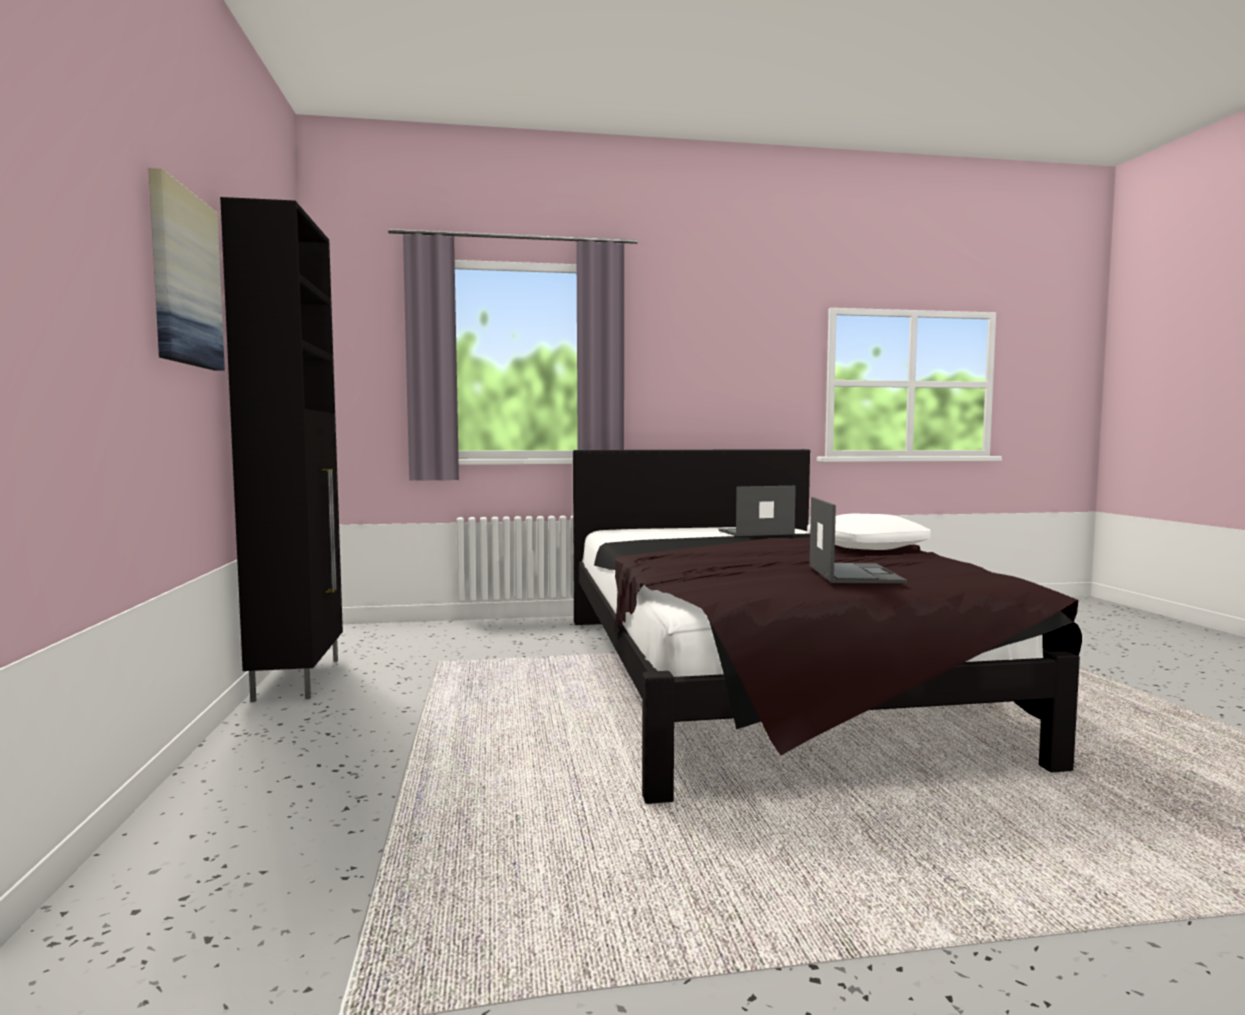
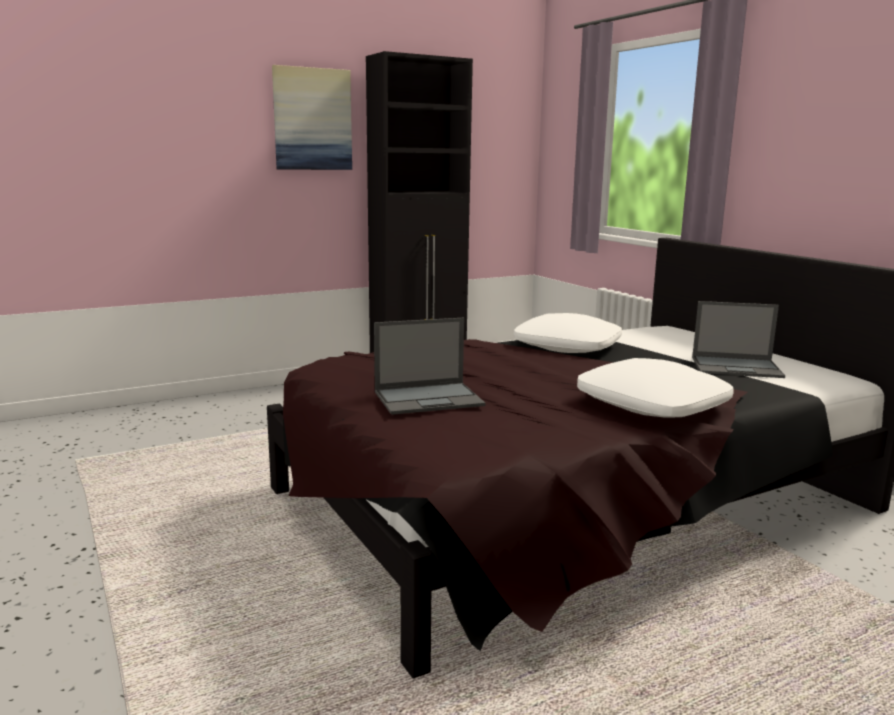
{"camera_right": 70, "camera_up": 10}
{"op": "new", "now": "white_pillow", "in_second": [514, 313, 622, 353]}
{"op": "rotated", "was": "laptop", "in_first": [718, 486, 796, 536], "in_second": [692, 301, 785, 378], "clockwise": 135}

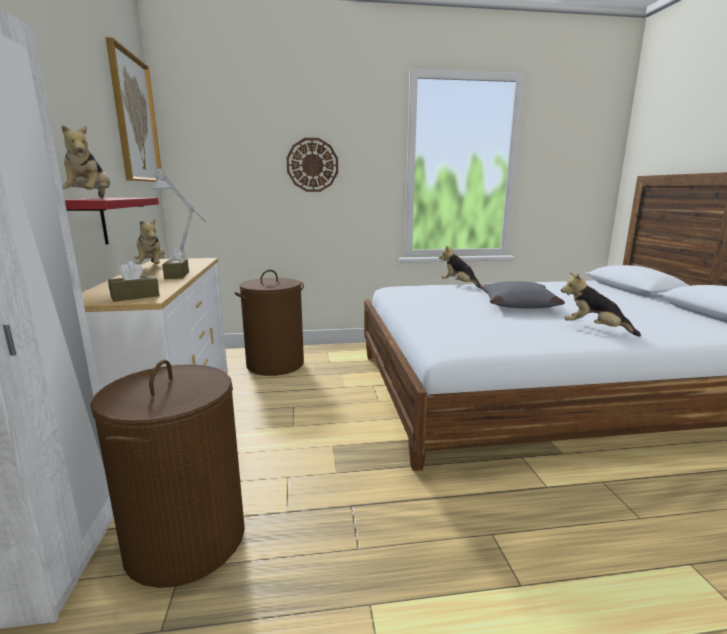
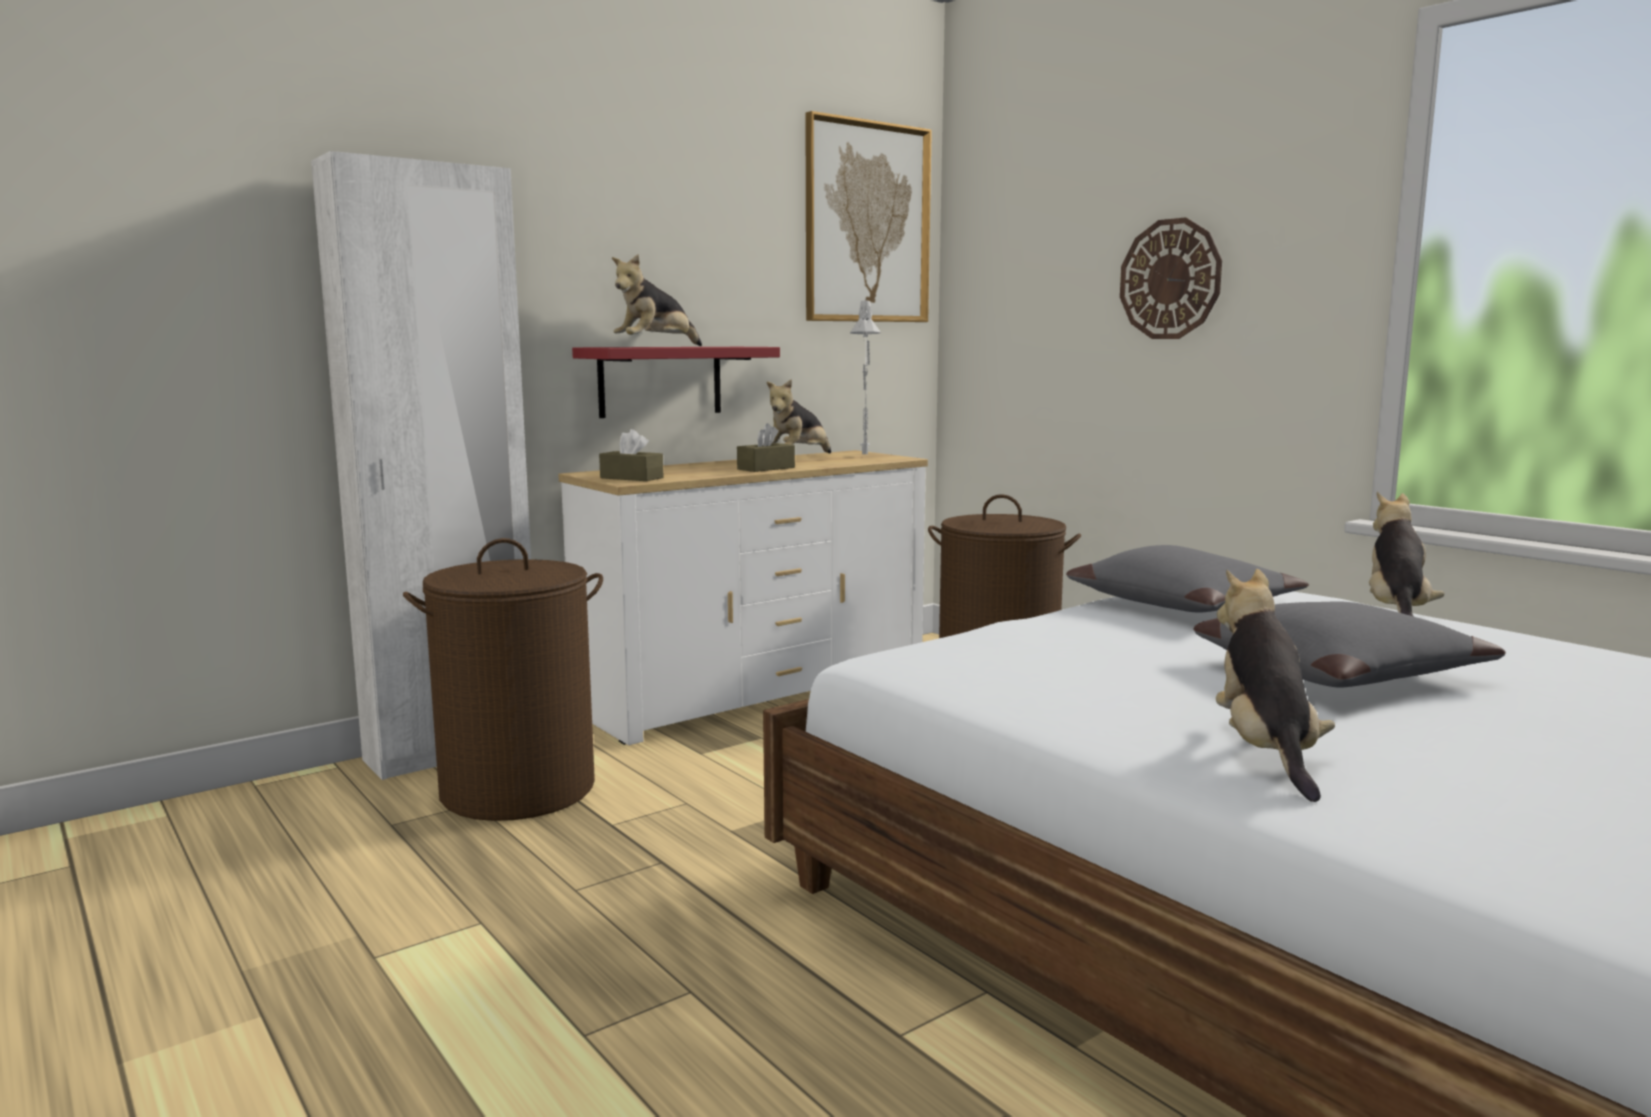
{"camera_right": 60, "camera_up": -5}
{"op": "new", "now": "grey_pillow", "in_second": [1066, 545, 1309, 613]}

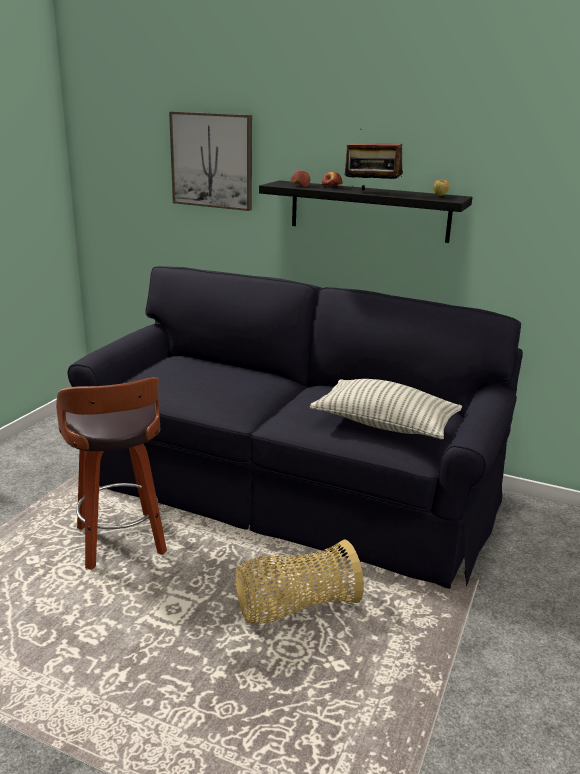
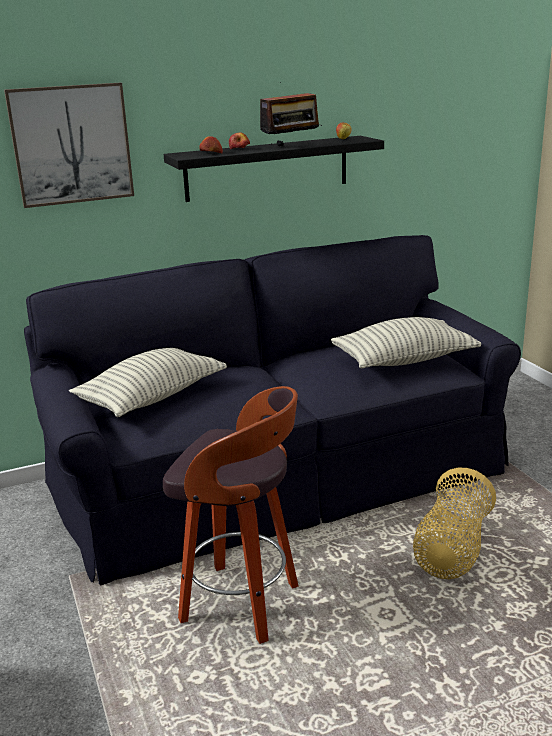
{"camera_right": -45, "camera_up": 0}
{"op": "new", "now": "pillow", "in_second": [69, 348, 227, 417]}

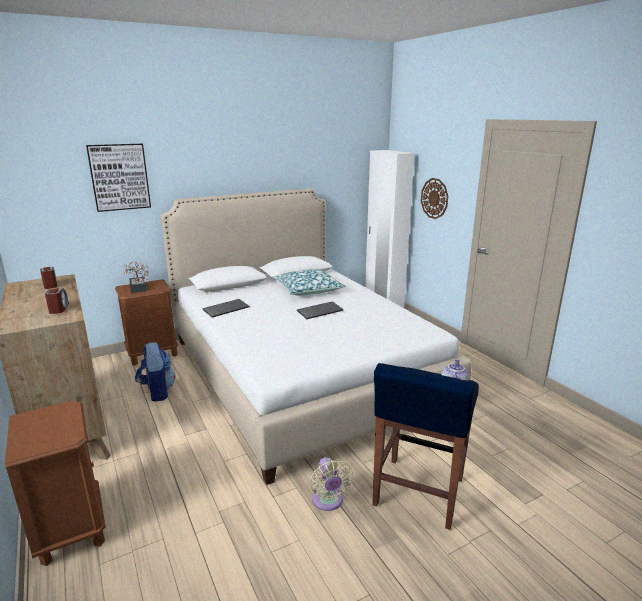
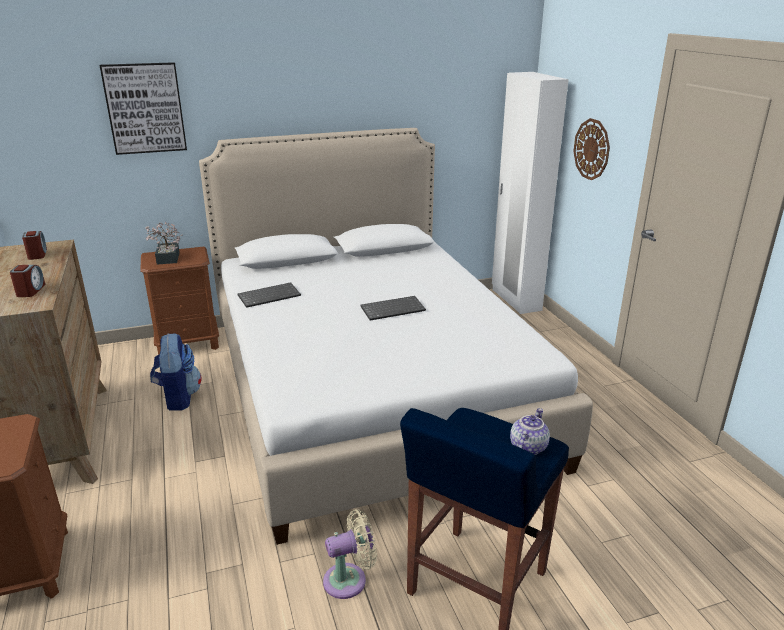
{"camera_right": 10, "camera_up": 5}
{"op": "gone", "was": "pillow", "in_first": [274, 269, 345, 296]}
{"op": "rotated", "was": "beige_fan", "in_first": [310, 457, 353, 511], "in_second": [323, 509, 377, 599], "clockwise": -105}

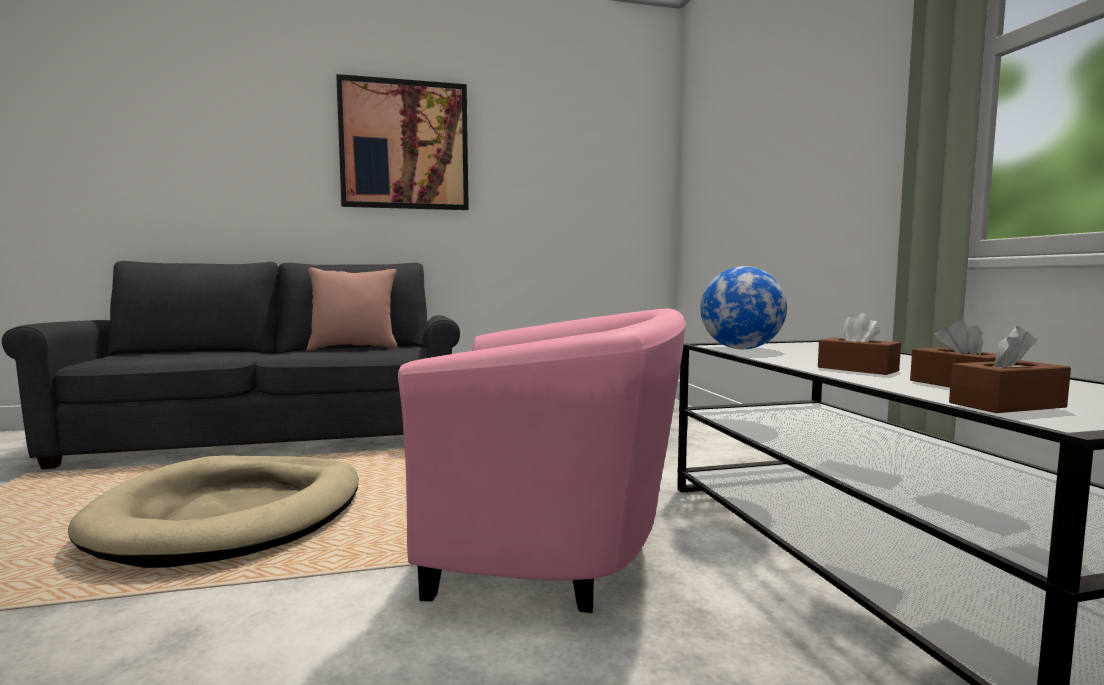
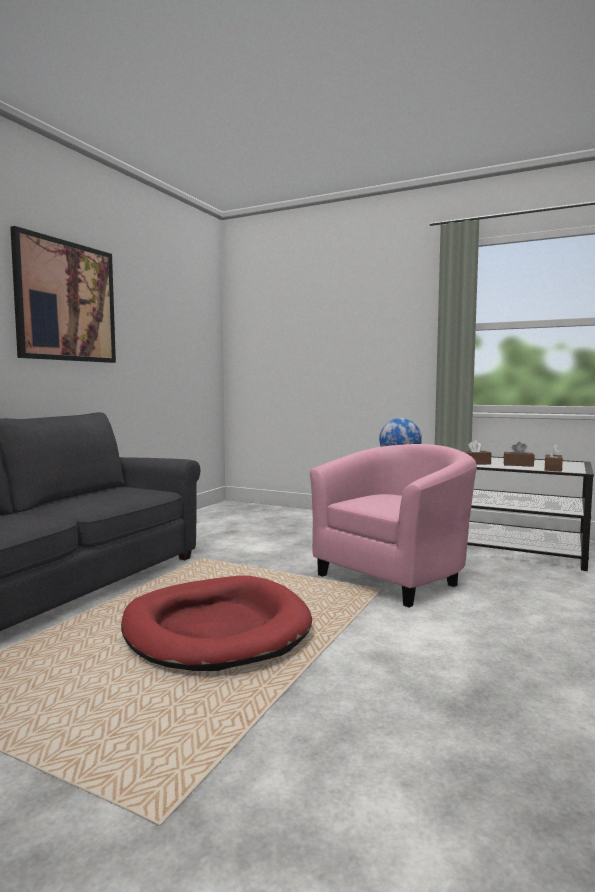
{"camera_right": -50, "camera_up": 0}
{"op": "gone", "was": "pink_pillow", "in_first": [307, 268, 397, 351]}
{"op": "repainted", "was": "beige_dog_bed", "now": "red_dog_bed", "in_first": [68, 456, 358, 568], "in_second": [121, 576, 312, 671]}

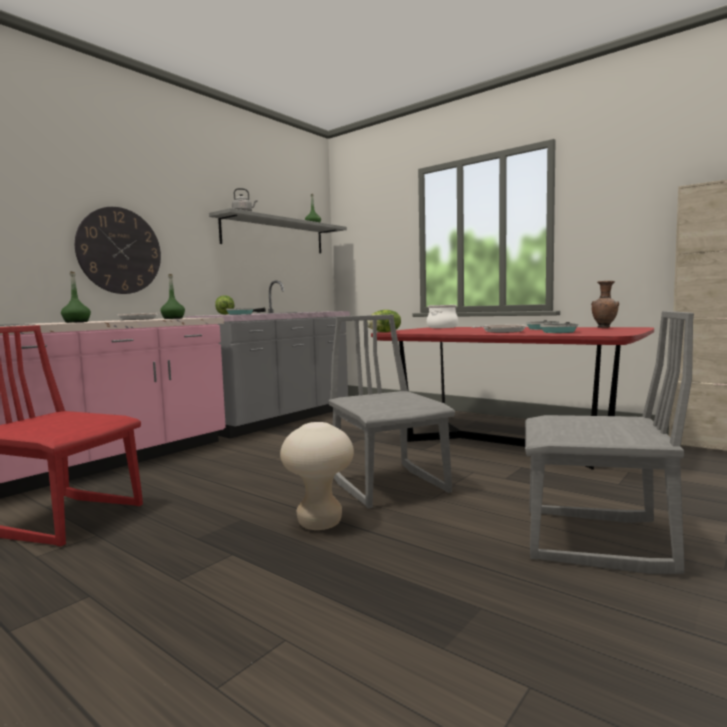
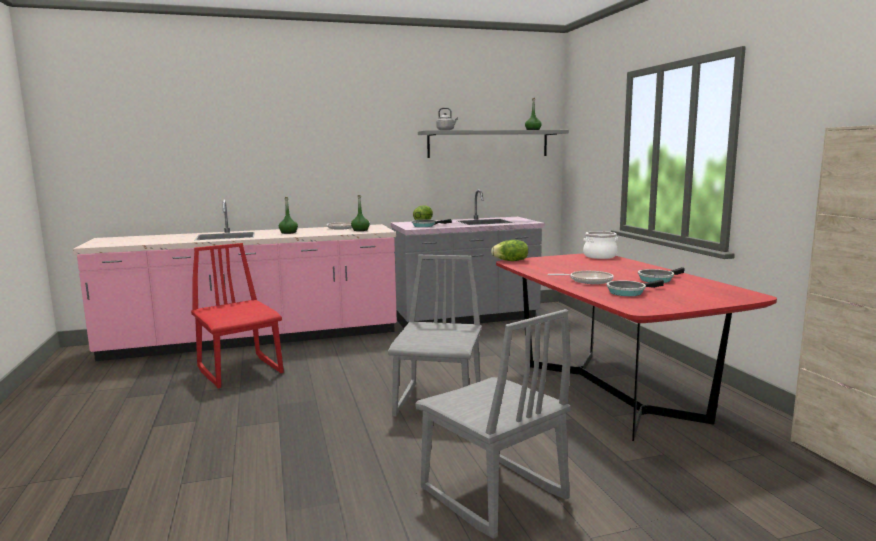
{"camera_right": 35, "camera_up": 5}
{"op": "gone", "was": "wall_clock", "in_first": [75, 207, 161, 294]}
{"op": "gone", "was": "beige_stool", "in_first": [280, 422, 354, 530]}
{"op": "gone", "was": "brown_vase", "in_first": [591, 281, 619, 328]}

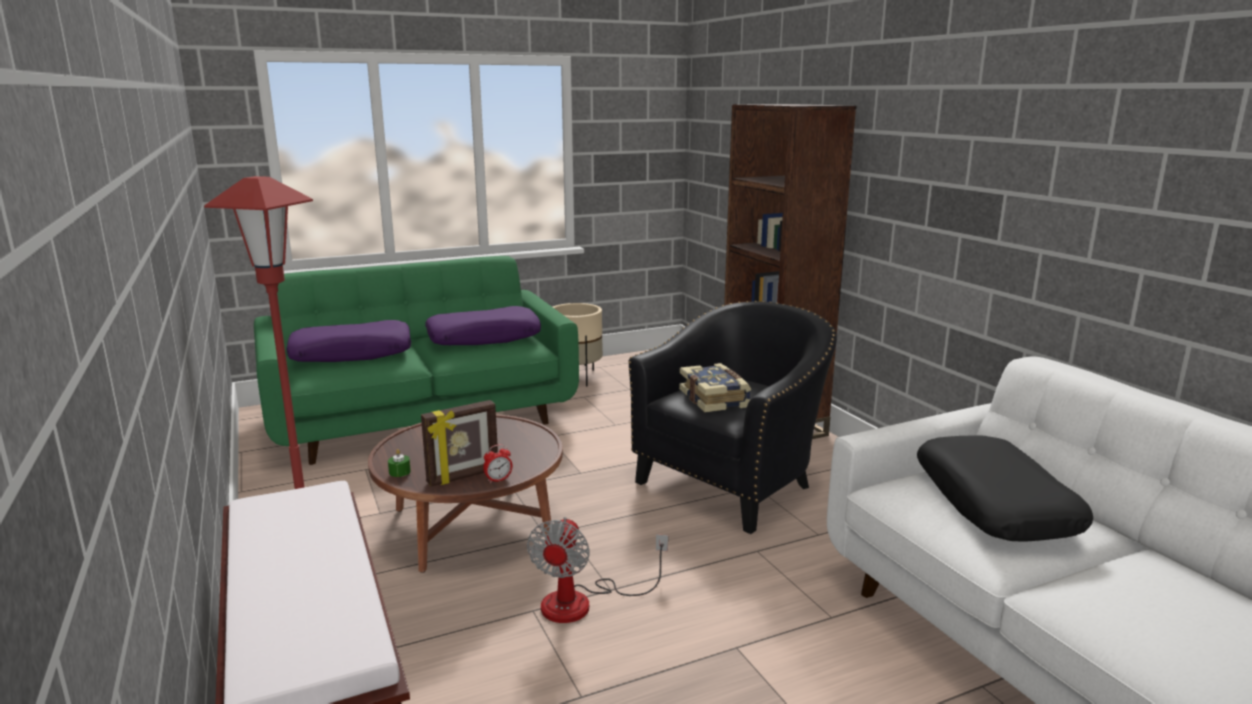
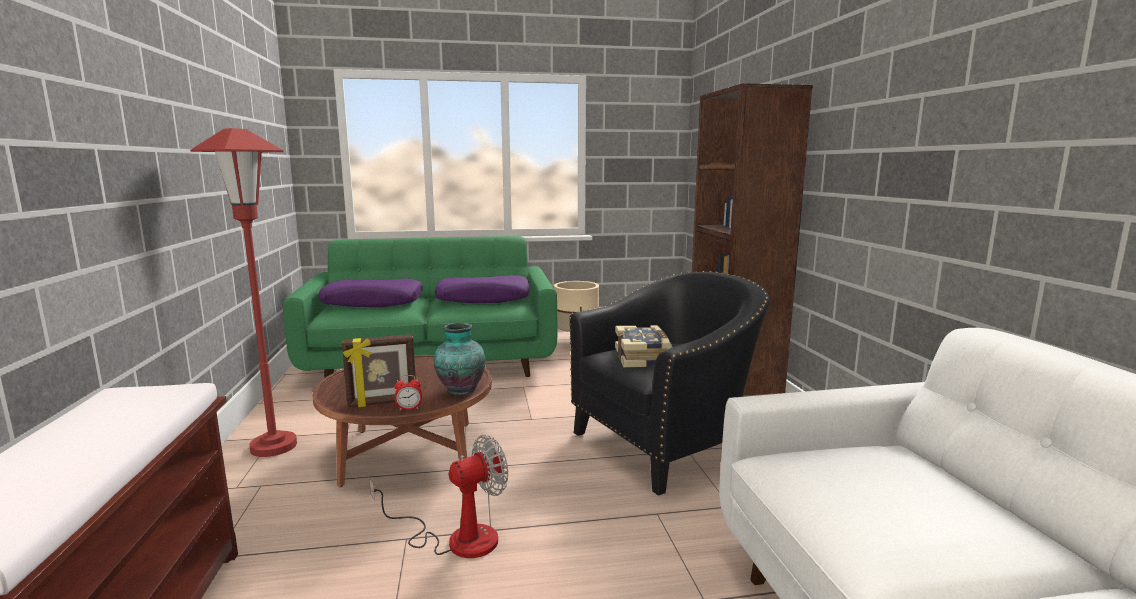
{"camera_right": 15, "camera_up": -5}
{"op": "gone", "was": "green_candle", "in_first": [388, 449, 411, 477]}
{"op": "gone", "was": "black_pillow", "in_first": [917, 435, 1093, 542]}
{"op": "new", "now": "vase", "in_second": [434, 323, 486, 395]}
{"op": "rotated", "was": "fan", "in_first": [527, 517, 668, 623], "in_second": [369, 435, 508, 558], "clockwise": -150}

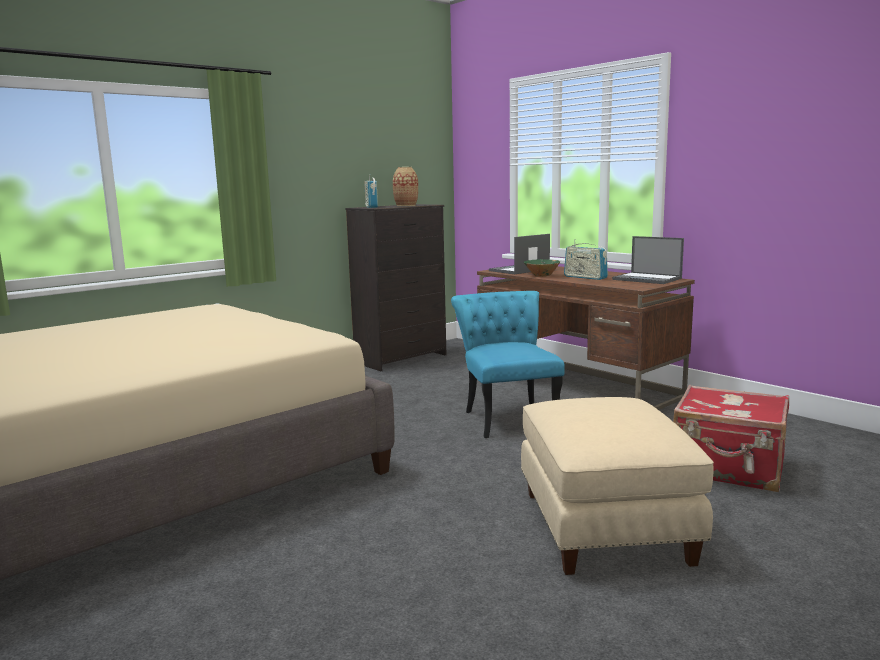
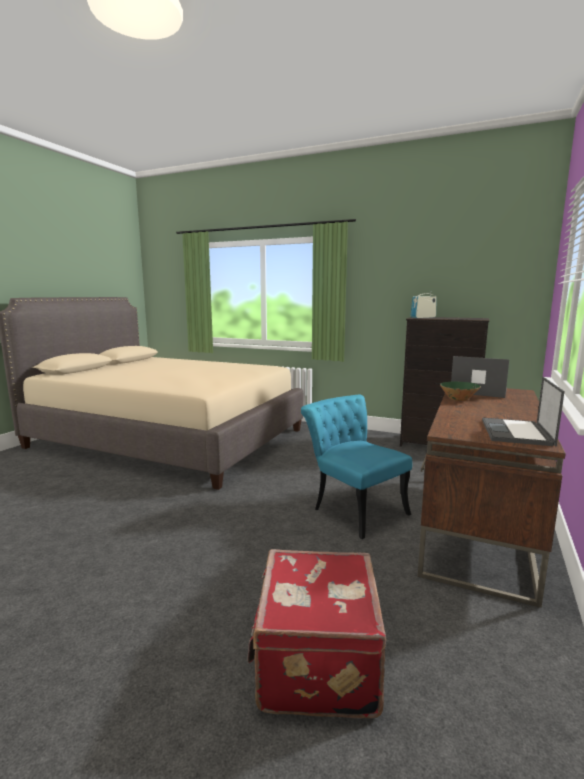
{"camera_right": 65, "camera_up": 0}
{"op": "gone", "was": "vase", "in_first": [393, 167, 418, 206]}
{"op": "gone", "was": "beige_ottoman", "in_first": [521, 397, 714, 575]}
{"op": "gone", "was": "radio", "in_first": [564, 239, 608, 280]}
{"op": "rotated", "was": "turquoise_chair", "in_first": [451, 291, 565, 438], "in_second": [301, 395, 412, 539], "clockwise": -90}

